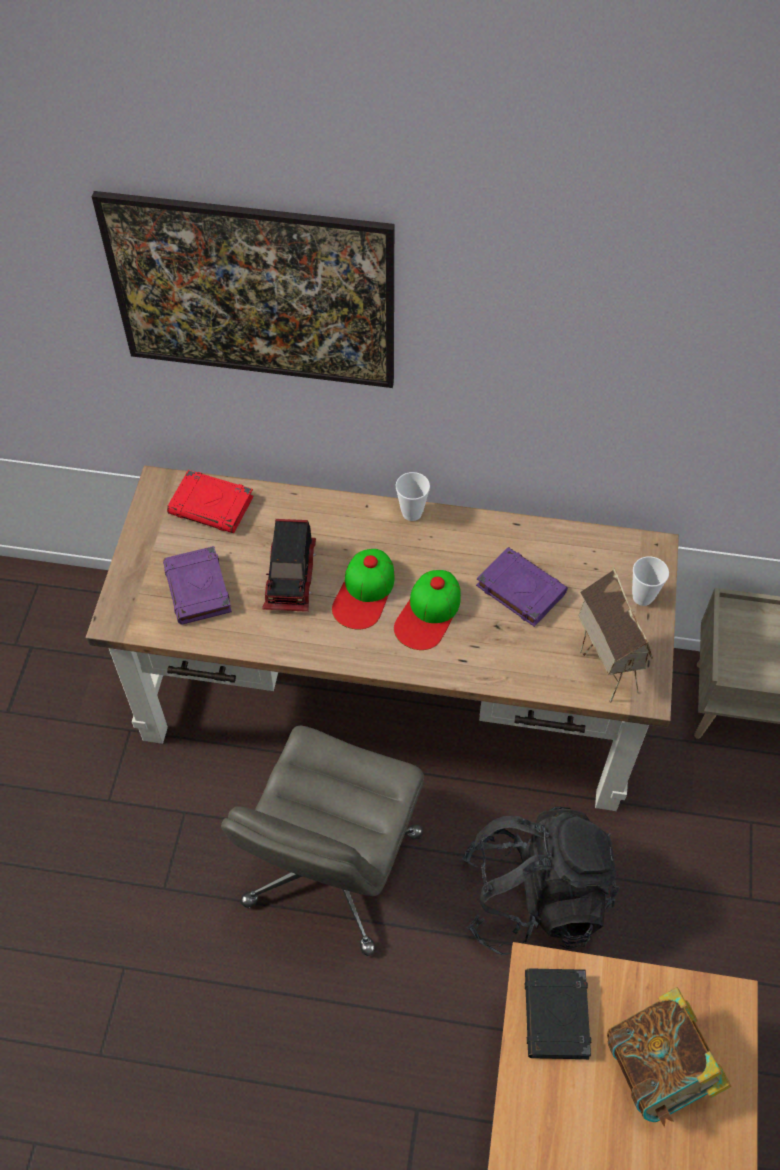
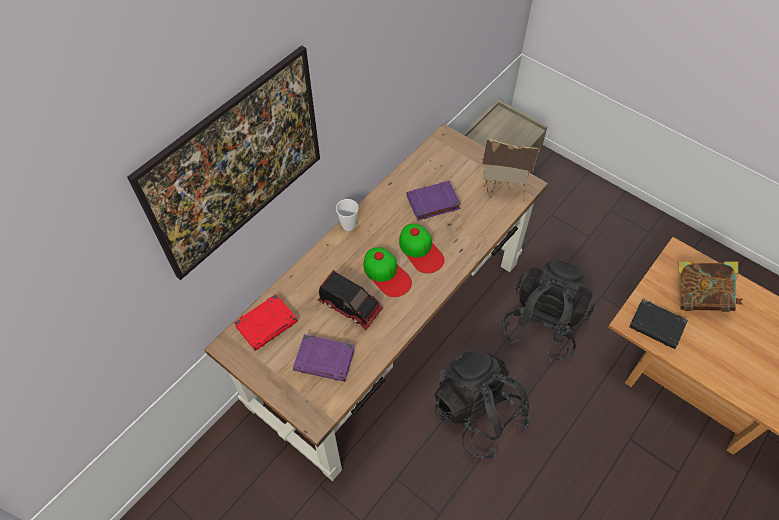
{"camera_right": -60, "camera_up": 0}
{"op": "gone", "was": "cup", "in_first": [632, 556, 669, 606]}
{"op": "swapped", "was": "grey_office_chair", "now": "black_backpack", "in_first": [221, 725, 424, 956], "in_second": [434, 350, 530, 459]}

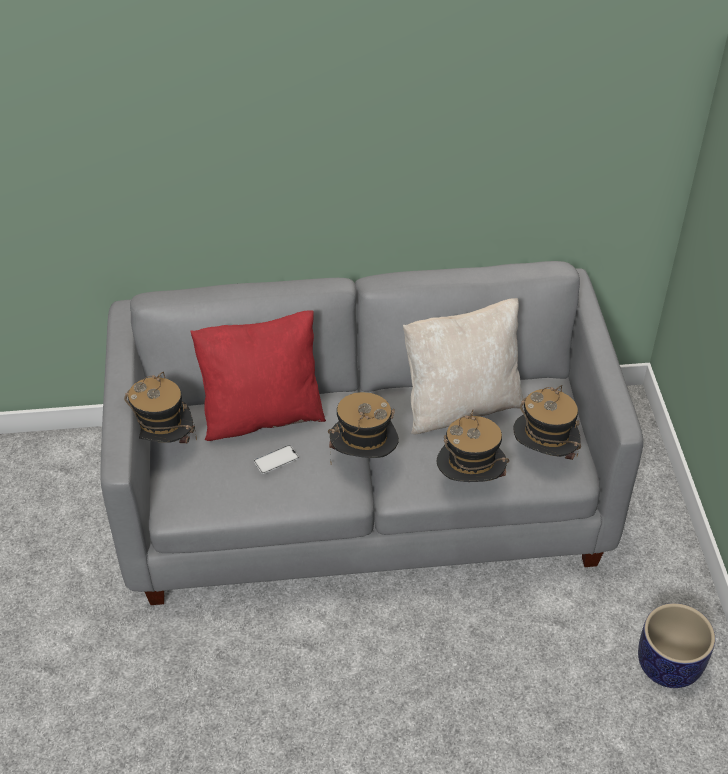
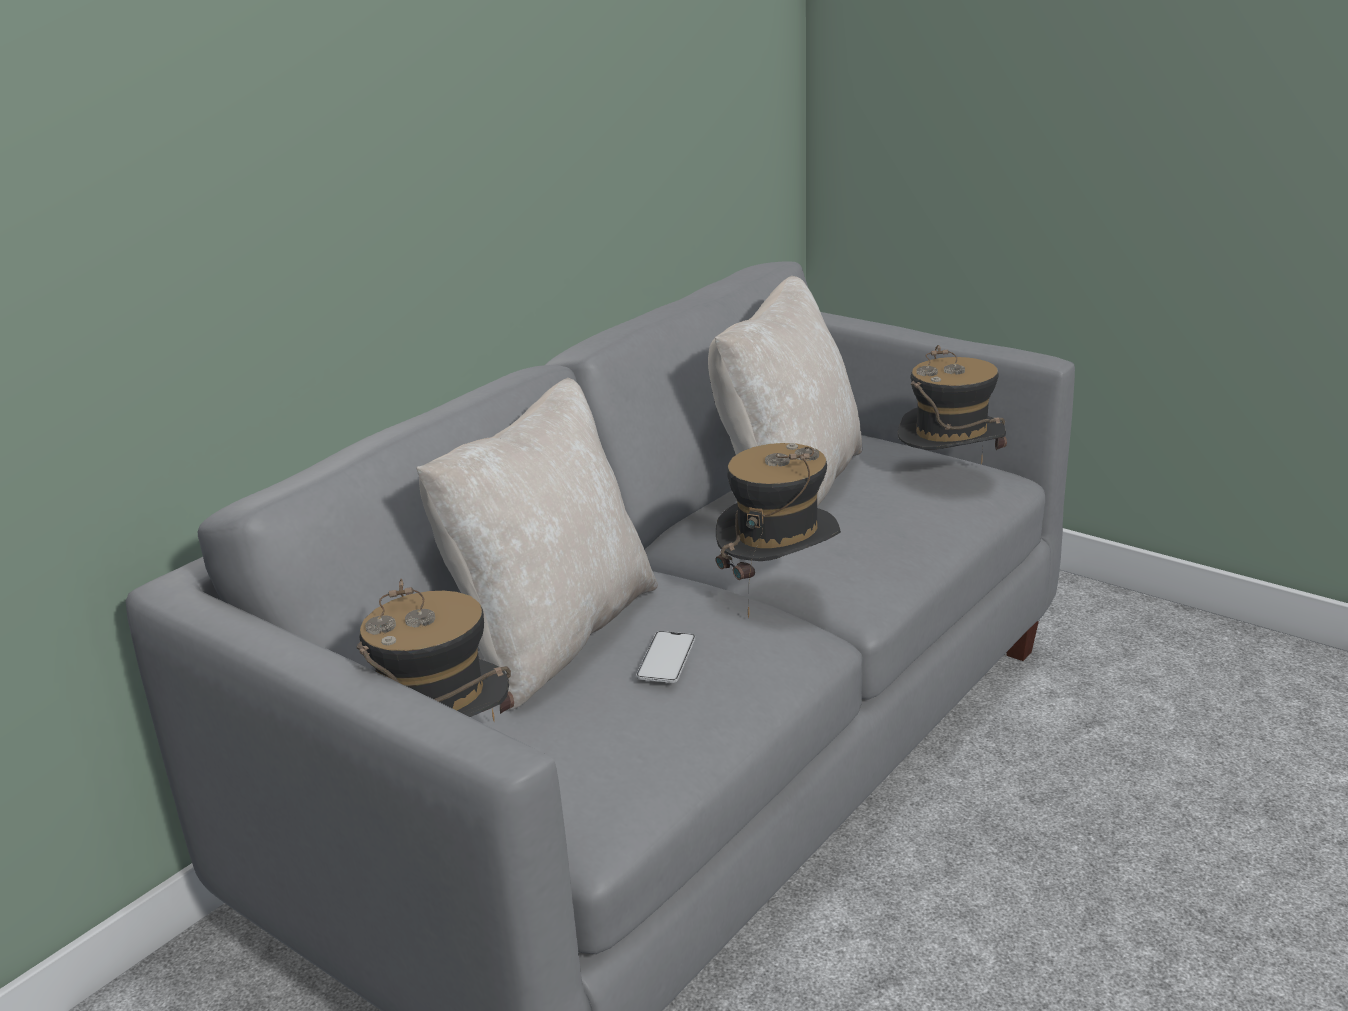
{"camera_right": -45, "camera_up": -20}
{"op": "gone", "was": "hat", "in_first": [437, 410, 510, 482]}
{"op": "gone", "was": "planter", "in_first": [638, 603, 715, 688]}
{"op": "repainted", "was": "red_pillow", "now": "beige_pillow", "in_first": [190, 311, 326, 441], "in_second": [416, 378, 658, 710]}

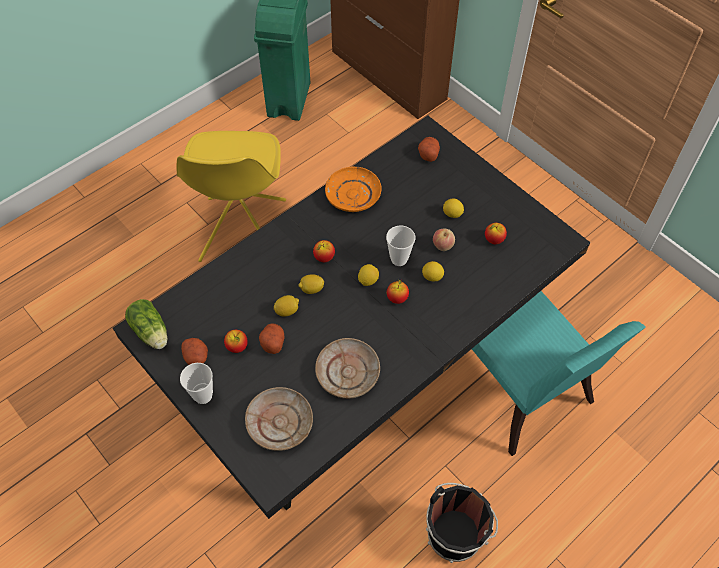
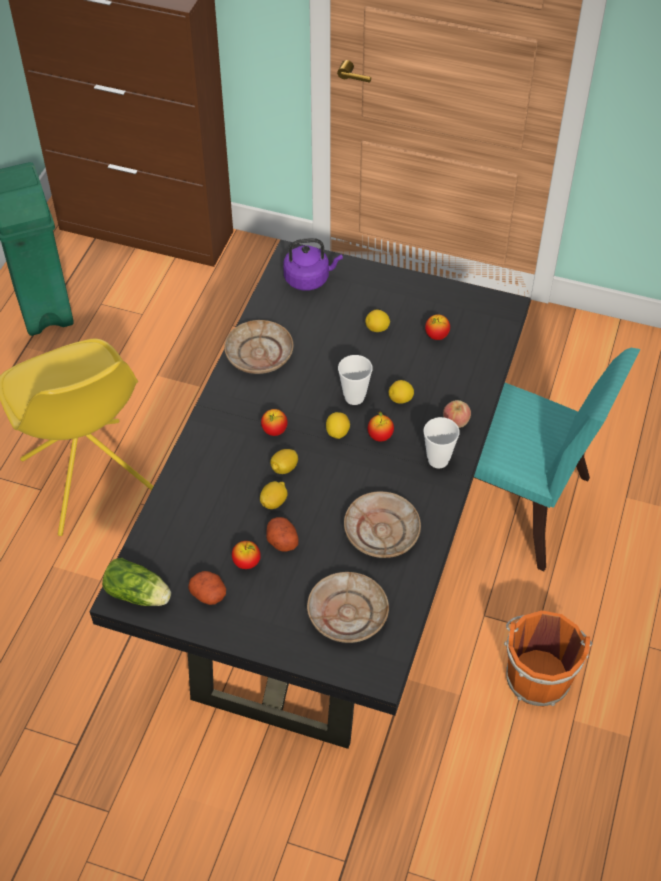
{"camera_right": -30, "camera_up": -5}
{"op": "shifted", "was": "cup", "in_first": [180, 363, 213, 404], "in_second": [424, 417, 460, 468]}
{"op": "shifted", "was": "apple", "in_first": [433, 228, 455, 251], "in_second": [443, 400, 471, 428]}
{"op": "swapped", "was": "potato", "now": "purple_kettle", "in_first": [418, 137, 440, 162], "in_second": [283, 238, 343, 291]}
{"op": "repainted", "was": "orange_plate", "now": "beige_plate", "in_first": [325, 167, 382, 212], "in_second": [224, 320, 294, 374]}
{"op": "repainted", "was": "black_bucket", "now": "orange_bucket", "in_first": [426, 483, 498, 563], "in_second": [504, 610, 593, 707]}

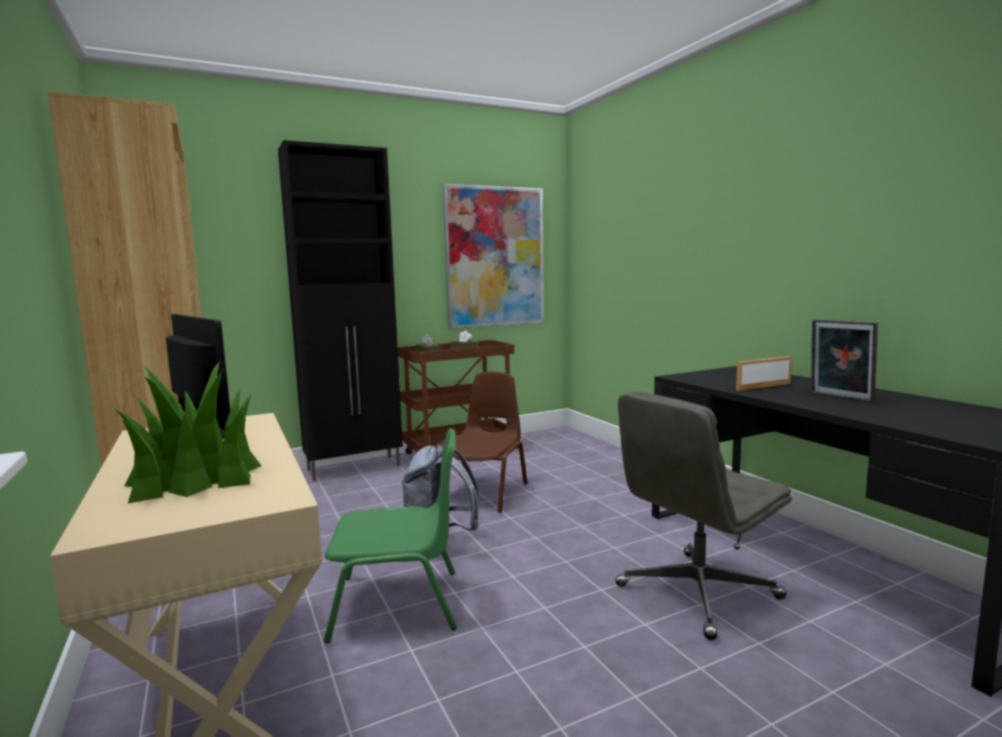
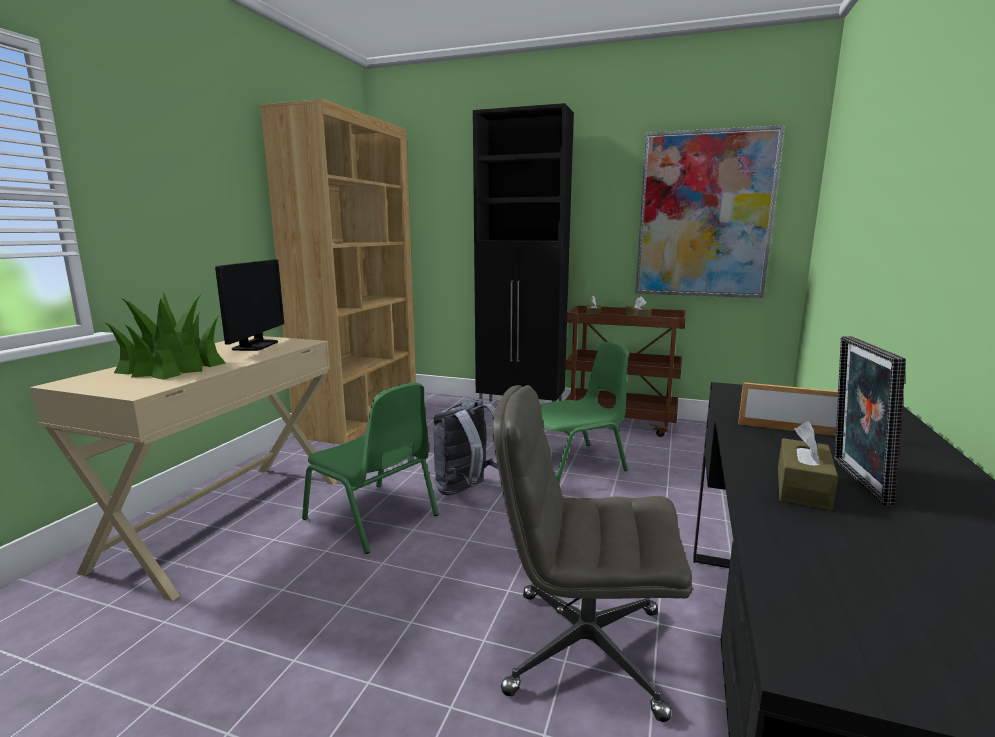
{"camera_right": 45, "camera_up": 5}
{"op": "new", "now": "brown_tissue_box", "in_second": [778, 421, 838, 511]}
{"op": "repainted", "was": "brown_chair", "now": "green_chair", "in_first": [435, 372, 527, 512], "in_second": [540, 342, 629, 482]}

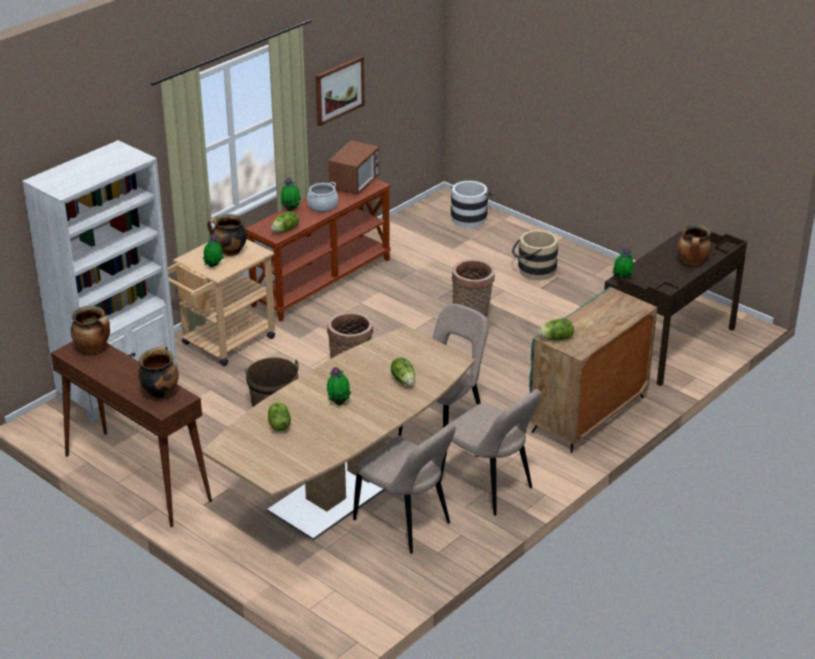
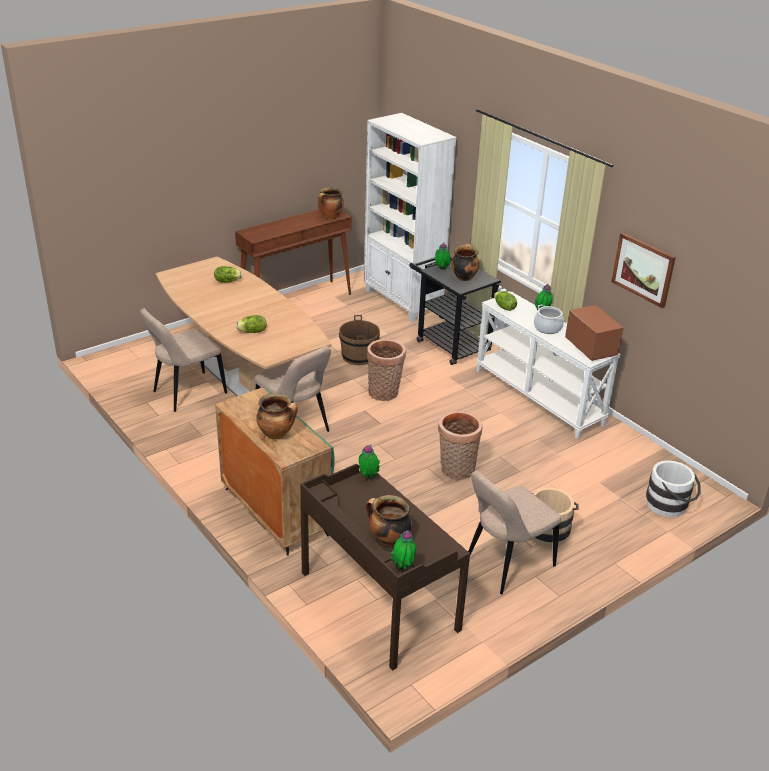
{"camera_right": 100, "camera_up": 0}
{"op": "gone", "was": "lettuce", "in_first": [538, 319, 574, 340]}
{"op": "shifted", "was": "cooking_pot", "in_first": [138, 345, 179, 399], "in_second": [256, 393, 298, 439]}
{"op": "shifted", "was": "potted_plant", "in_first": [327, 367, 351, 405], "in_second": [391, 530, 416, 570]}
{"op": "shifted", "was": "beige_chair", "in_first": [440, 389, 542, 516], "in_second": [468, 470, 561, 594]}
{"op": "repainted", "was": "beige_cart", "now": "black_cart", "in_first": [168, 240, 275, 366], "in_second": [410, 256, 501, 365]}
{"op": "repainted", "was": "brown_console_table", "now": "white_console_table", "in_first": [245, 179, 391, 322], "in_second": [476, 292, 621, 439]}
{"op": "rotated", "was": "microwave", "in_first": [329, 140, 379, 195], "in_second": [565, 305, 623, 361], "clockwise": -150}

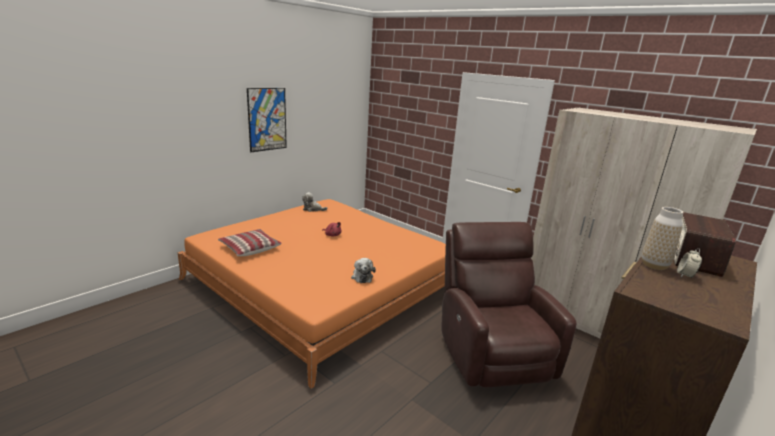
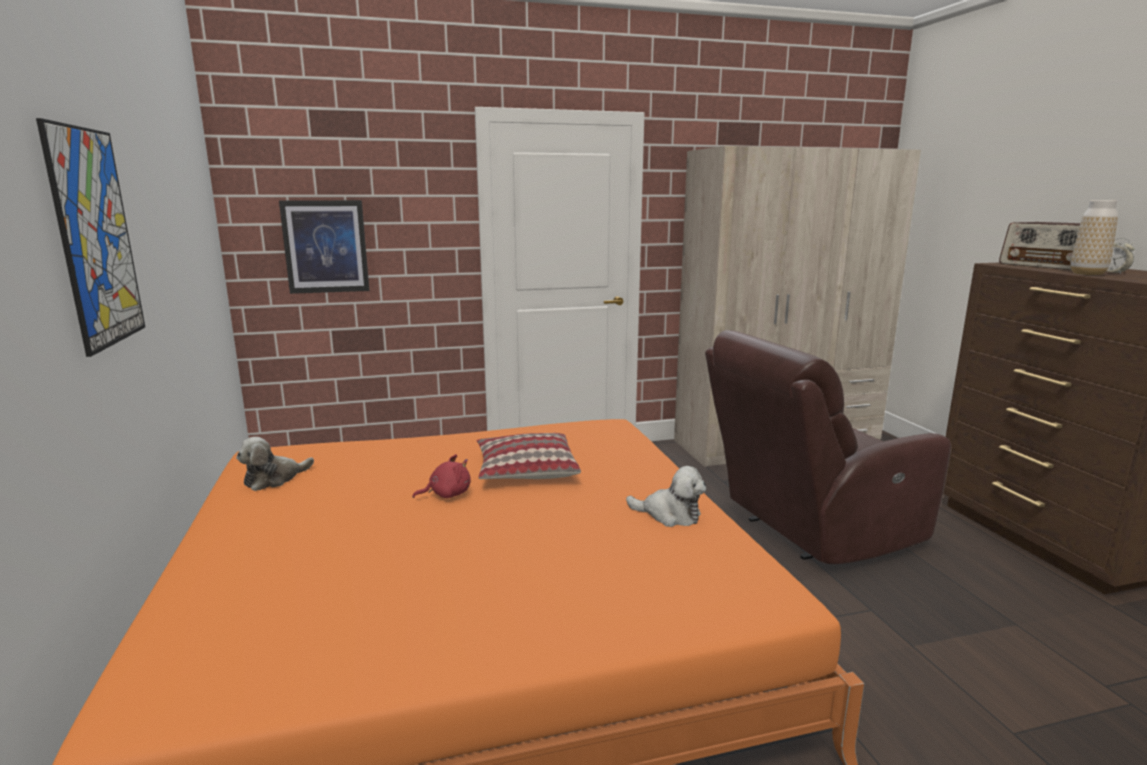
{"camera_right": -55, "camera_up": -5}
{"op": "new", "now": "picture", "in_second": [279, 200, 369, 294]}
{"op": "shifted", "was": "pillow", "in_first": [218, 229, 282, 256], "in_second": [477, 433, 581, 479]}
{"op": "rotated", "was": "brown_armchair", "in_first": [441, 222, 577, 388], "in_second": [705, 330, 951, 564], "clockwise": -45}

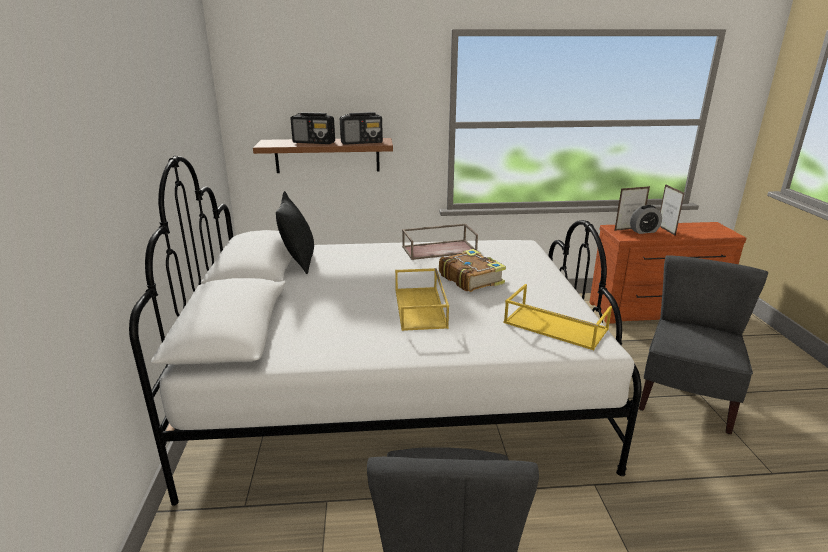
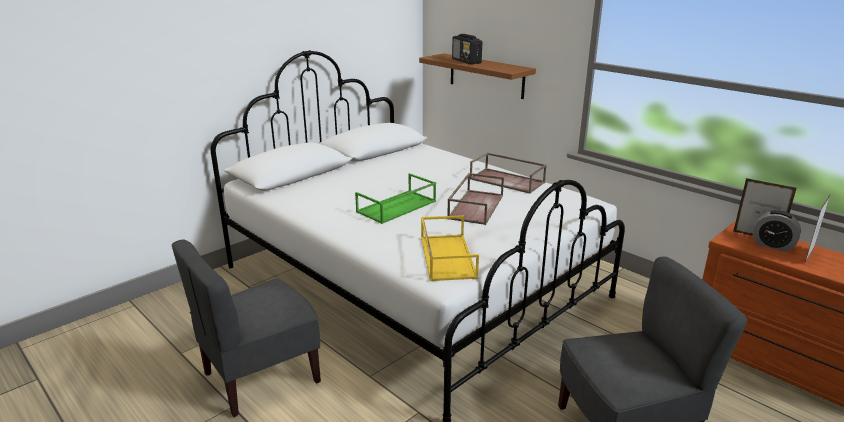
{"camera_right": 50, "camera_up": 0}
{"op": "gone", "was": "black_pillow", "in_first": [276, 191, 314, 274]}
{"op": "gone", "was": "radio", "in_first": [340, 112, 383, 145]}
{"op": "swapped", "was": "book", "now": "brown_tray", "in_first": [439, 249, 506, 292], "in_second": [447, 173, 504, 225]}
{"op": "repainted", "was": "yellow_tray", "now": "green_tray", "in_first": [395, 268, 449, 331], "in_second": [355, 173, 436, 224]}

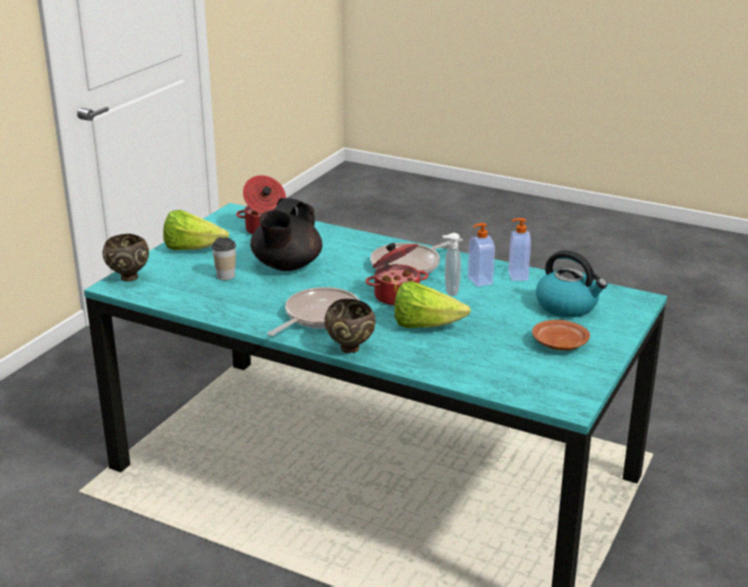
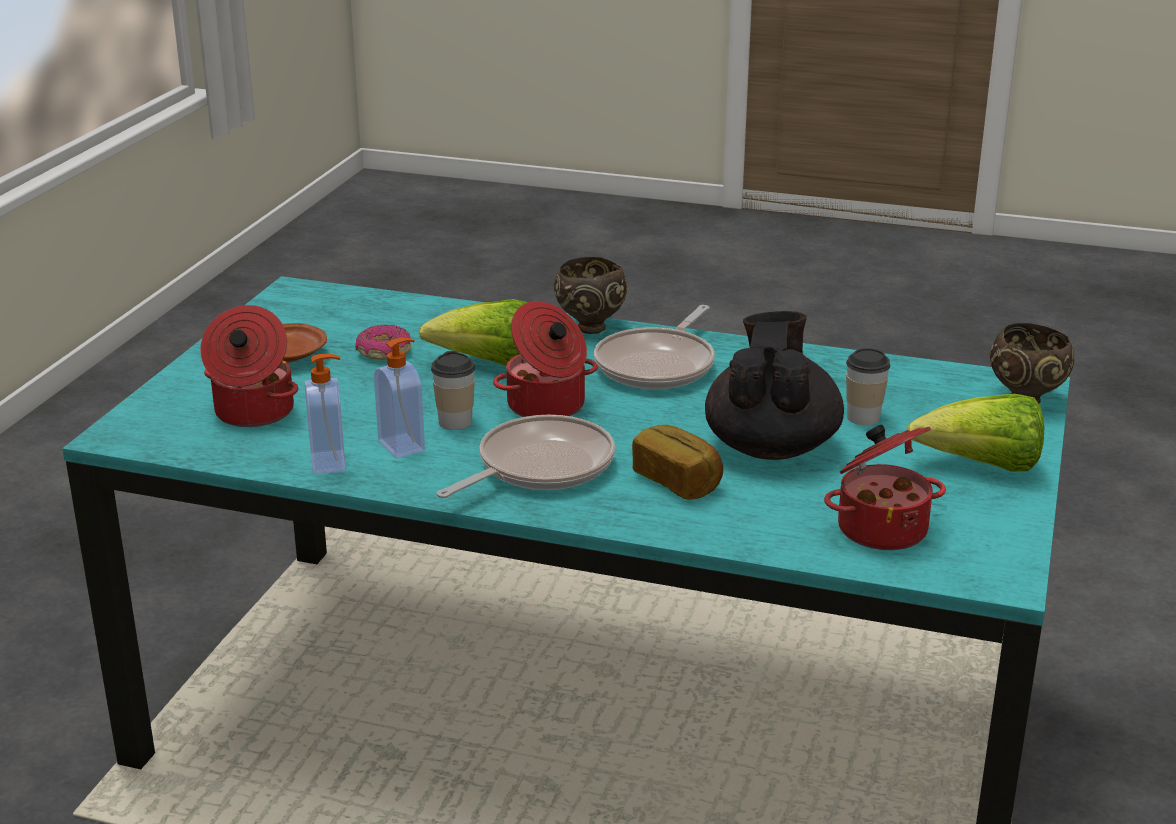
{"camera_right": 170, "camera_up": 0}
{"op": "new", "now": "donut", "in_second": [355, 325, 411, 360]}
{"op": "new", "now": "bread", "in_second": [632, 425, 723, 500]}
{"op": "swapped", "was": "soap_dispenser", "now": "cup", "in_first": [442, 233, 461, 296], "in_second": [431, 351, 475, 430]}
{"op": "swapped", "was": "kettle", "now": "cooking_pot", "in_first": [536, 250, 607, 317], "in_second": [200, 305, 299, 427]}

